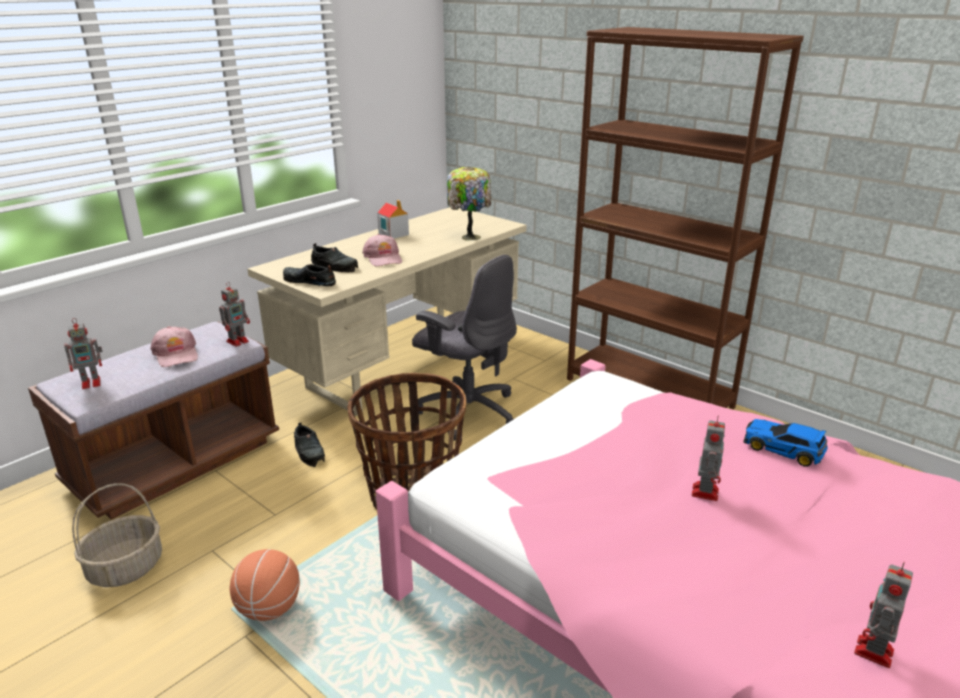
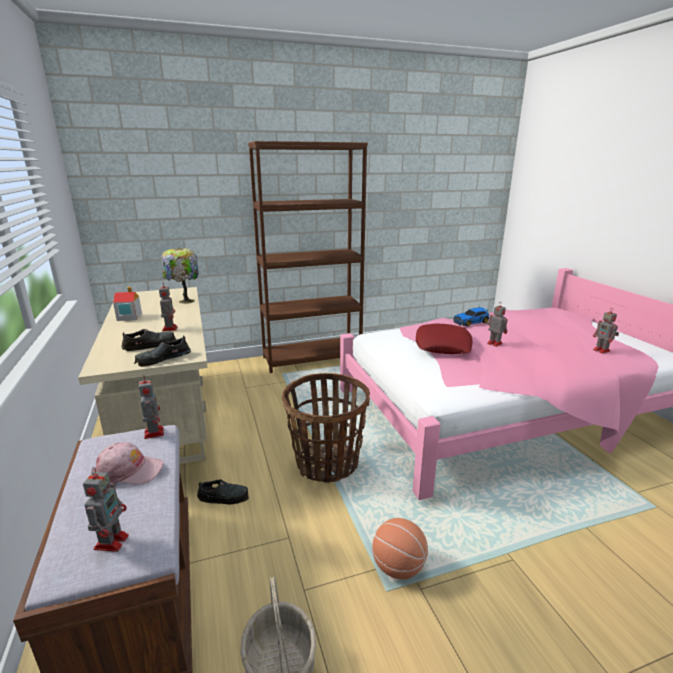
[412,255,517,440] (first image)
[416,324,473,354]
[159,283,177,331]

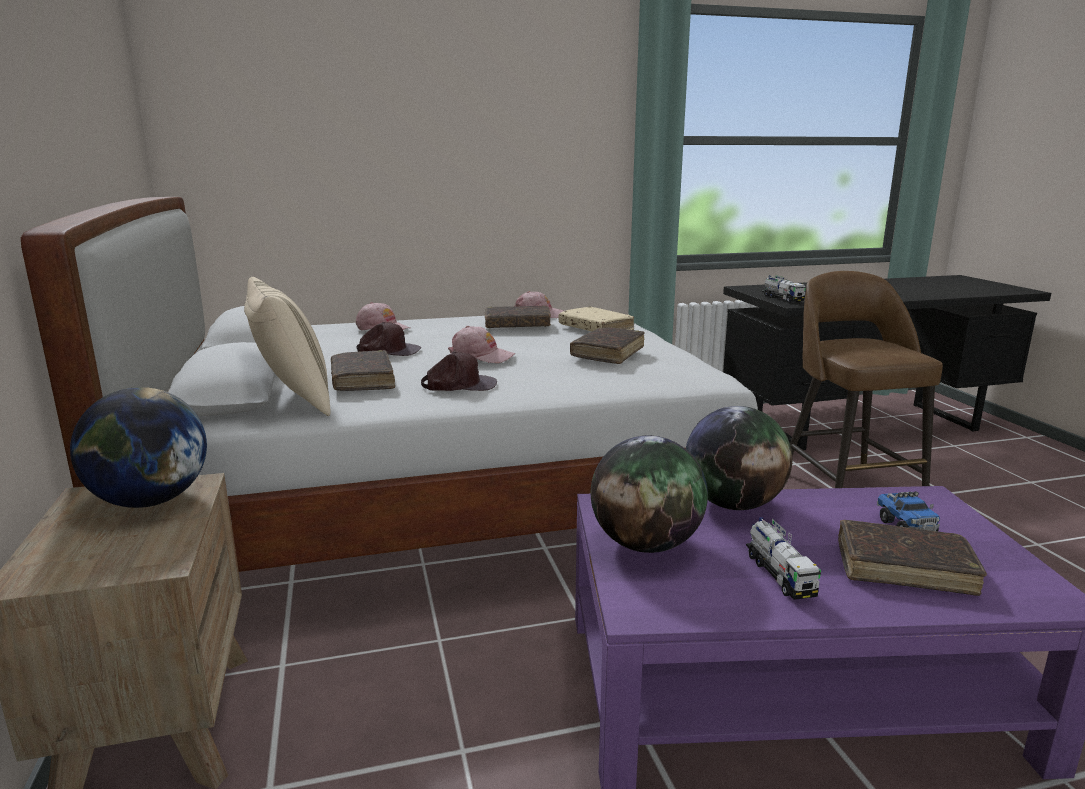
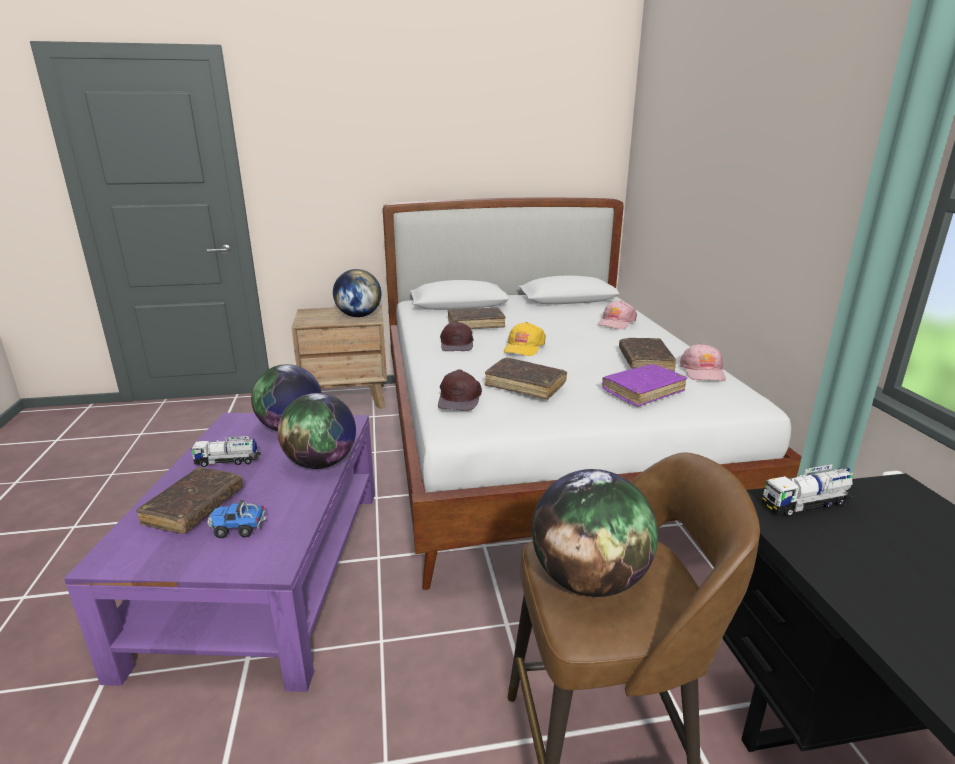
[244,277,331,416] (first image)
[532,469,658,597]
[438,369,482,411]
[504,322,546,356]
[602,364,687,407]

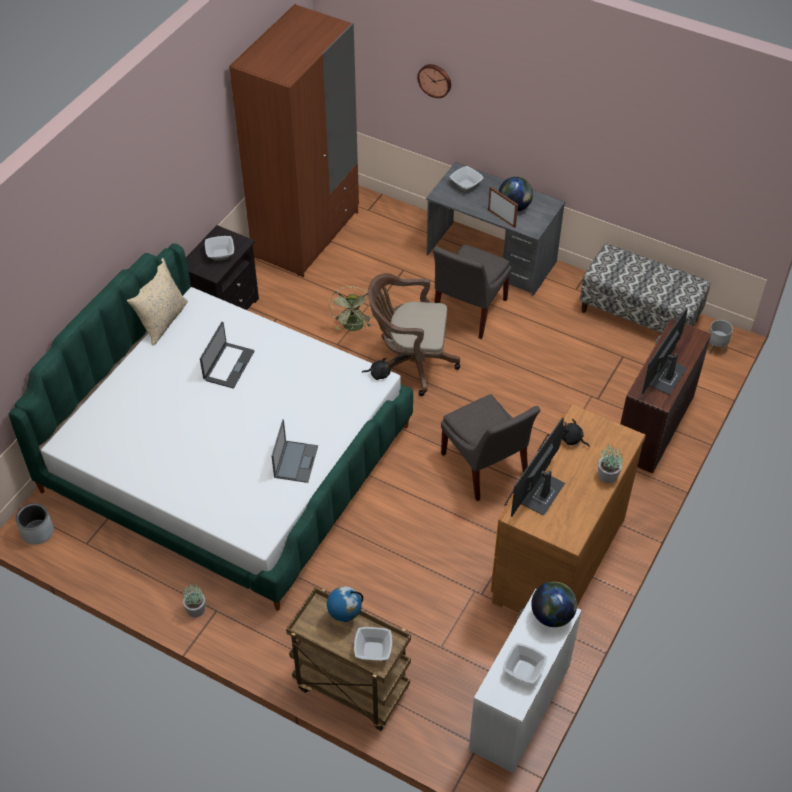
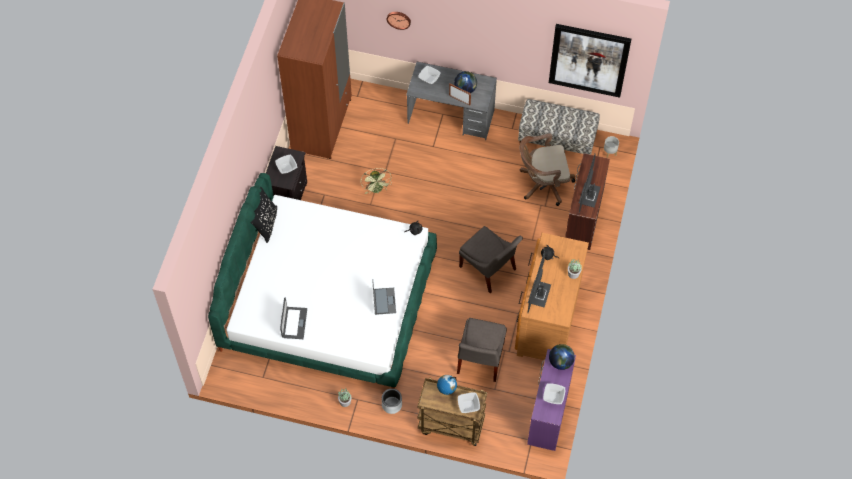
[549,24,631,98]
[382,389,402,414]
[280,298,307,339]
[520,134,575,206]
[457,318,507,382]
[251,187,277,243]
[527,349,576,451]

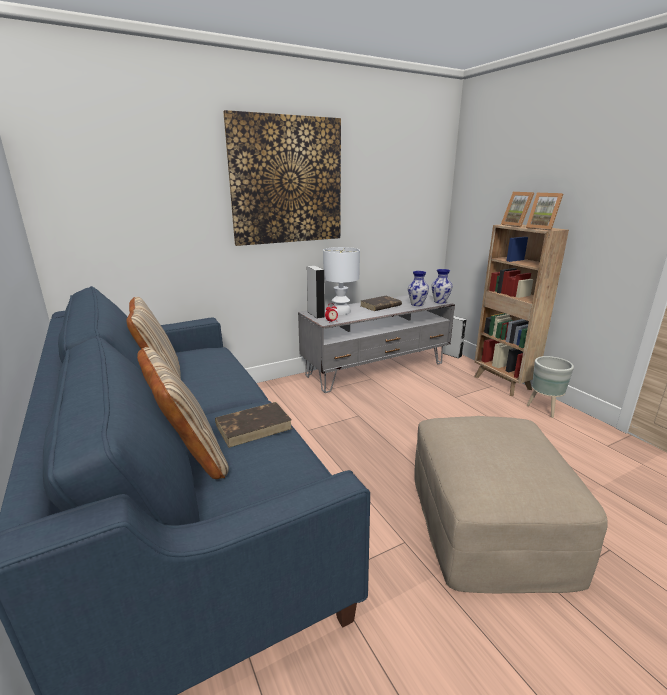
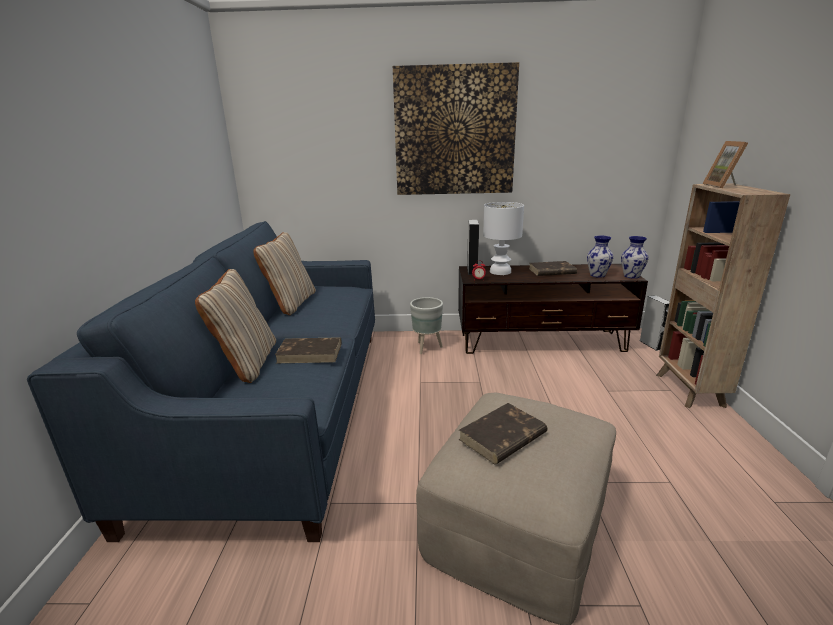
[526,193,563,230] (first image)
[458,403,548,464]
[410,297,443,354]
[458,264,648,354]

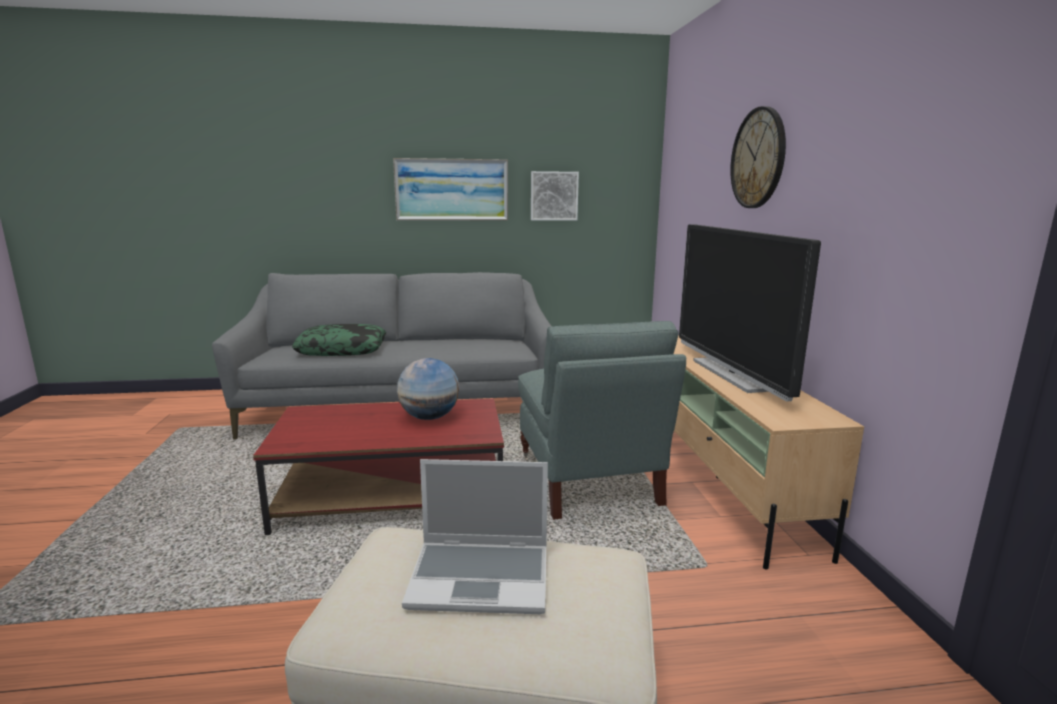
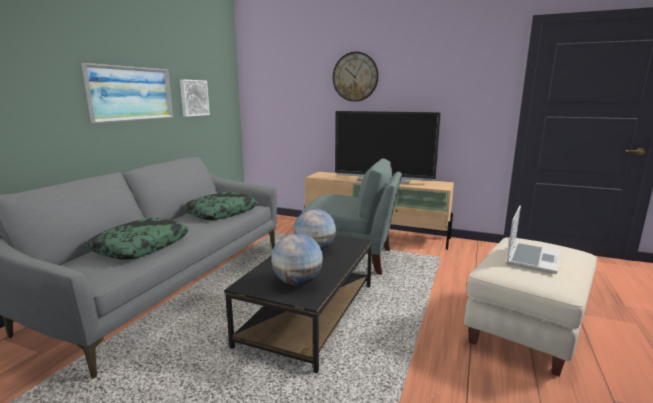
[183,192,258,220]
[271,233,323,285]
[224,235,373,373]

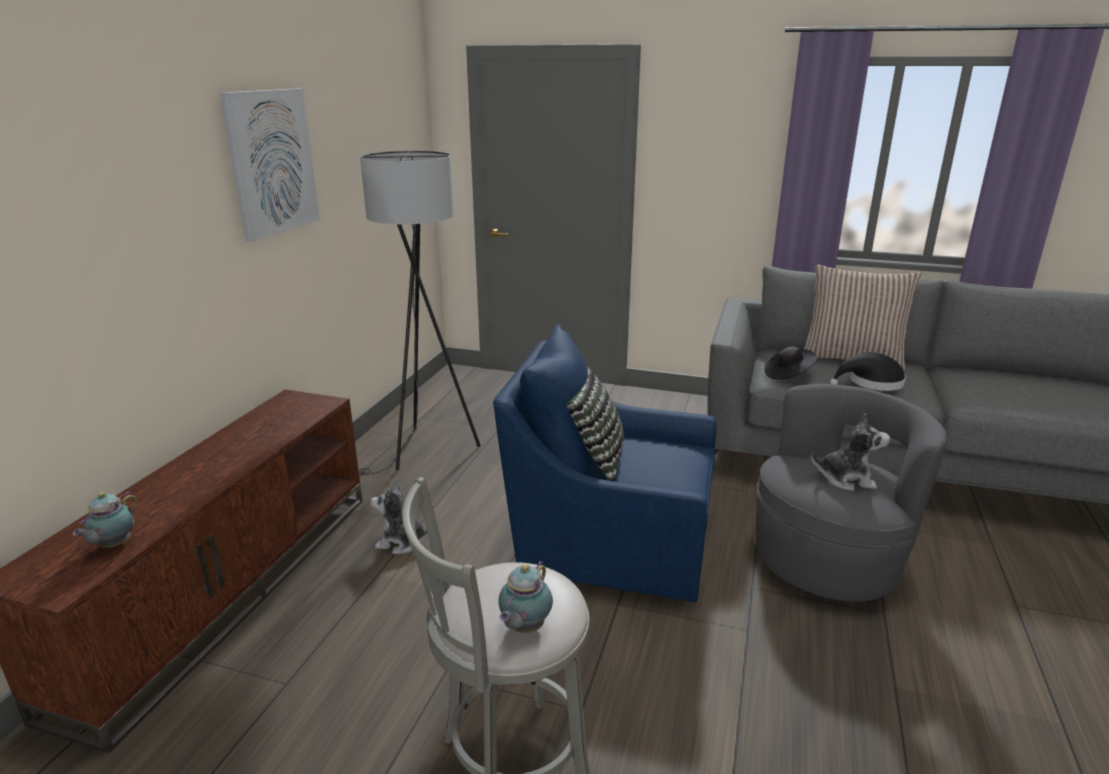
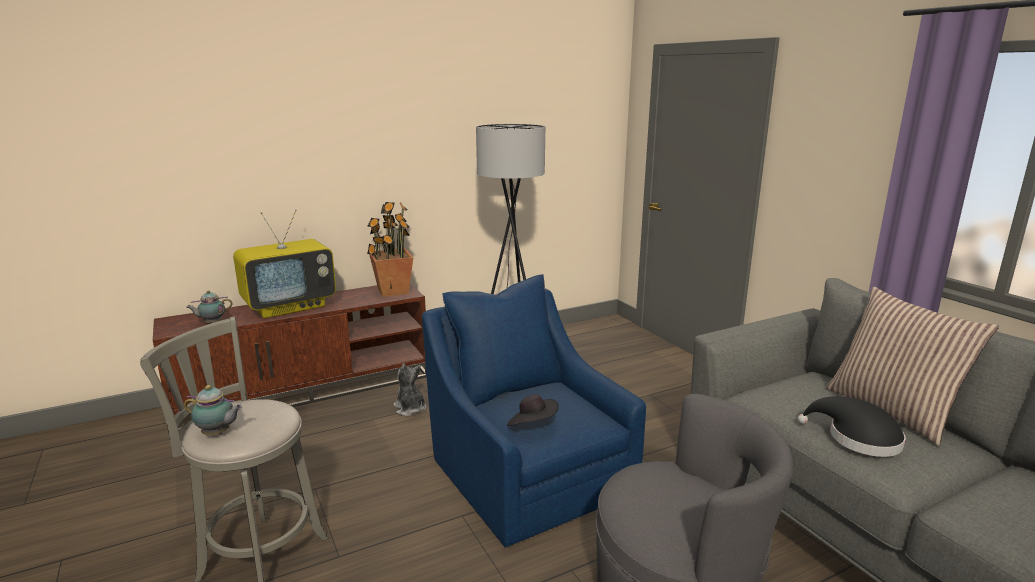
[220,89,320,242] (first image)
[567,368,624,482] (first image)
[811,413,890,491] (first image)
[233,209,336,318]
[367,202,413,297]
[507,395,559,426]
[184,385,242,435]

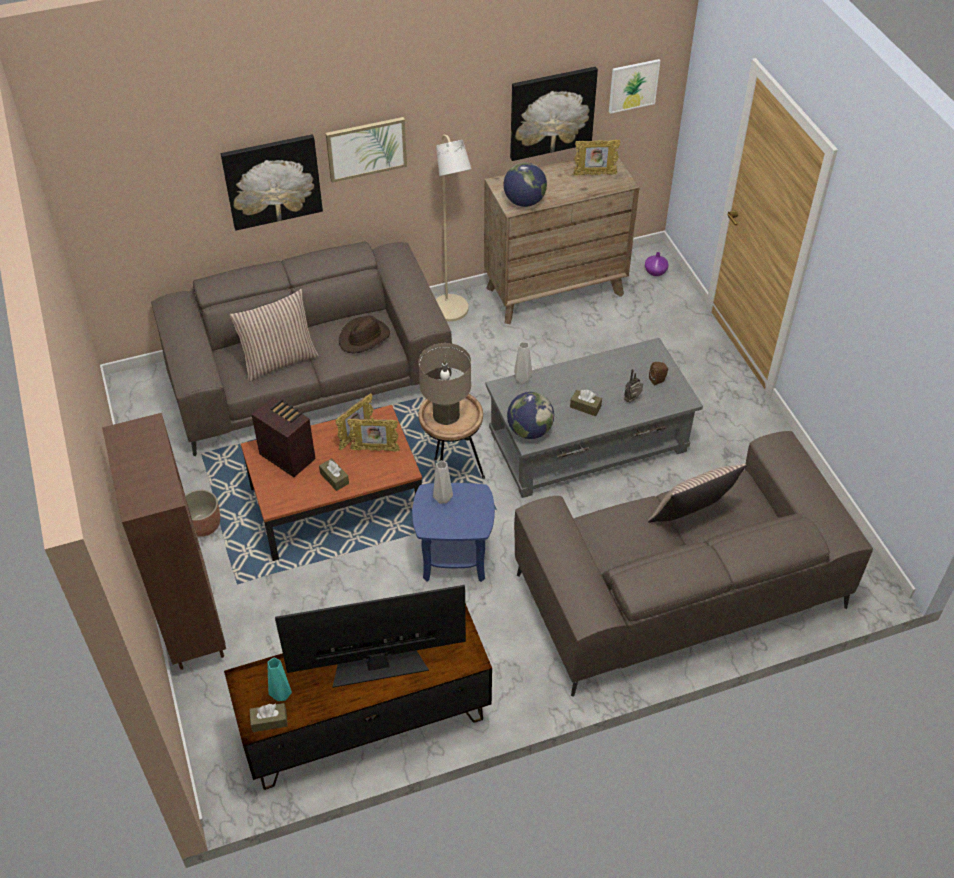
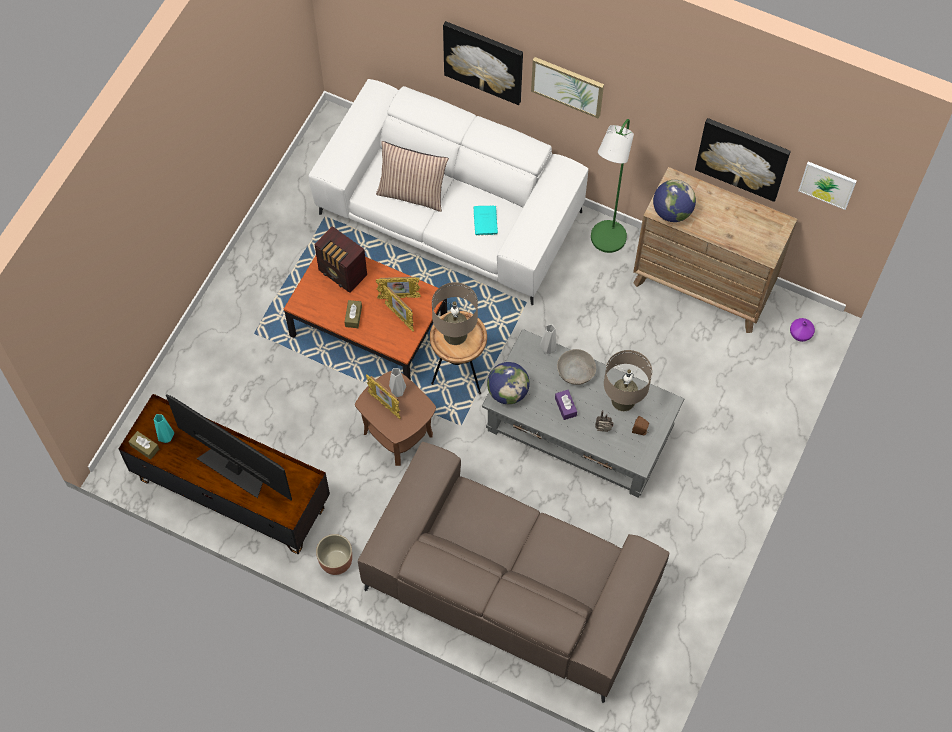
[102,413,226,670] (first image)
[648,464,747,522] (first image)
[557,349,596,385]
[604,350,652,411]
[316,534,352,575]
[366,375,401,419]
[473,205,499,236]
[309,79,588,305]
[355,371,436,466]
[591,119,634,253]
[555,390,577,420]
[314,226,367,293]

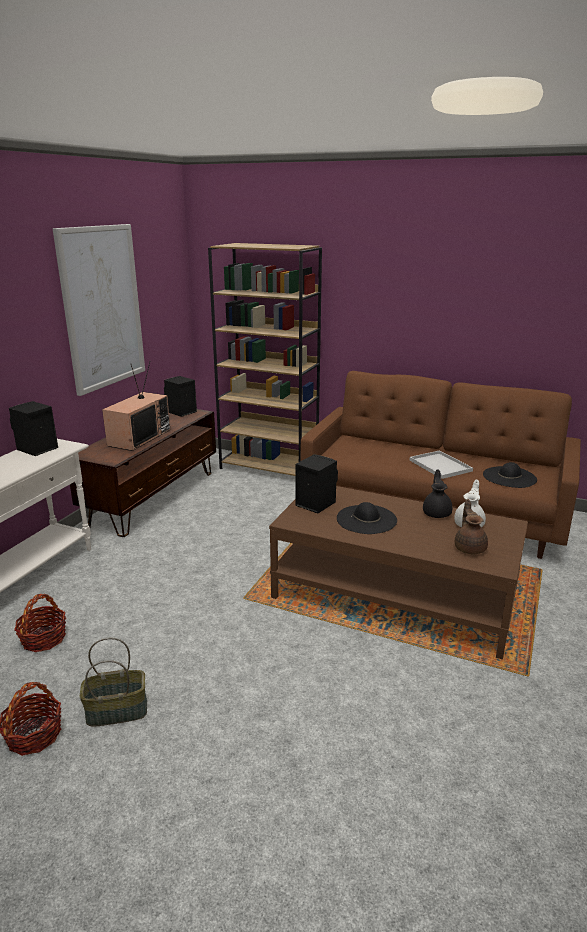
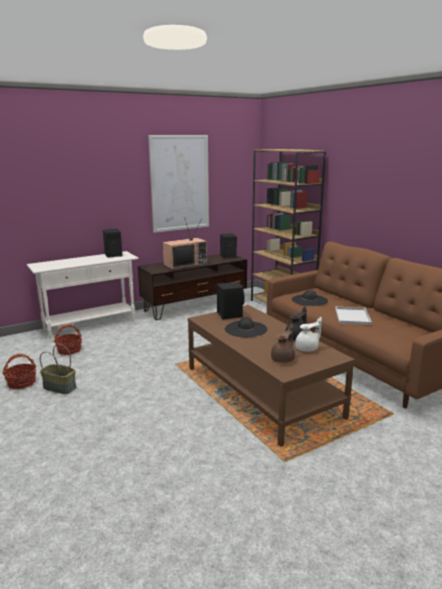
[292,290,328,306]

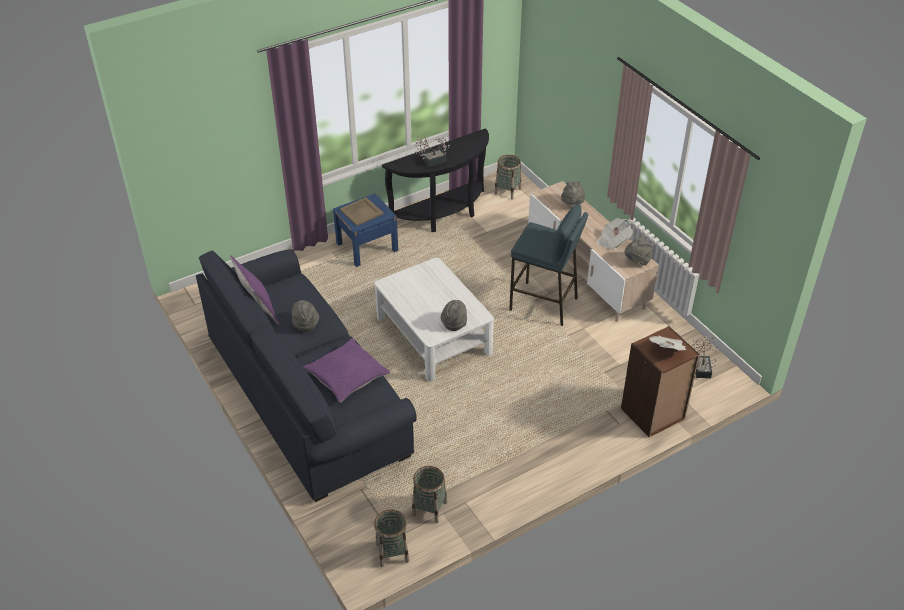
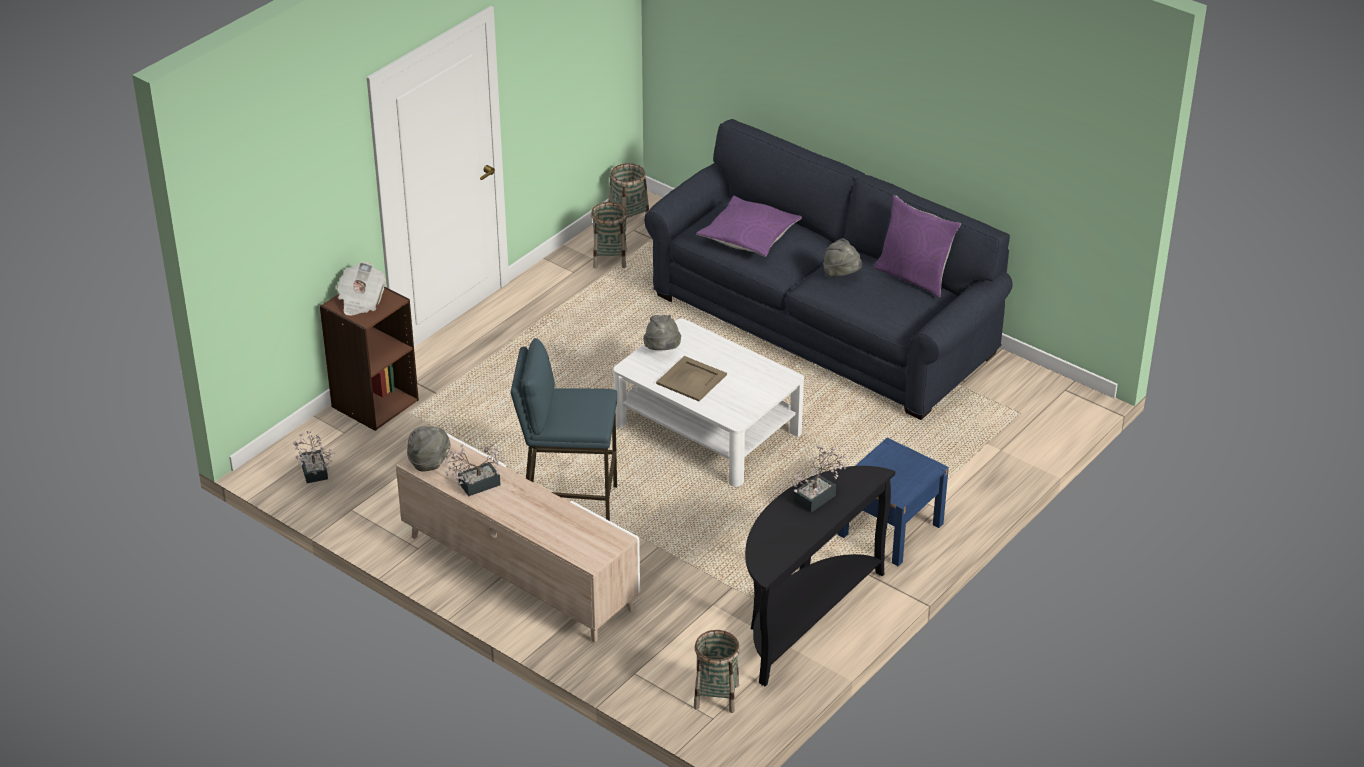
[561,181,585,204] (first image)
[656,356,727,401]
[445,444,505,496]

